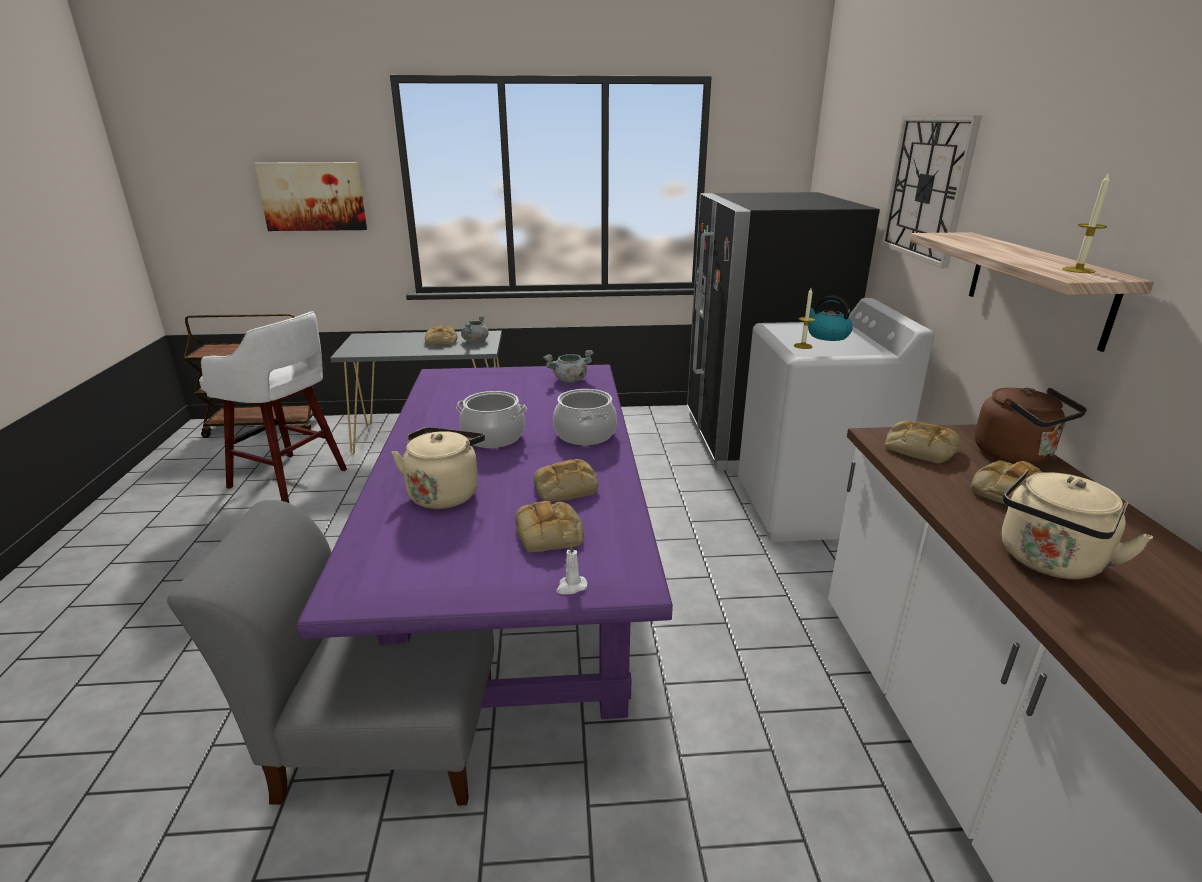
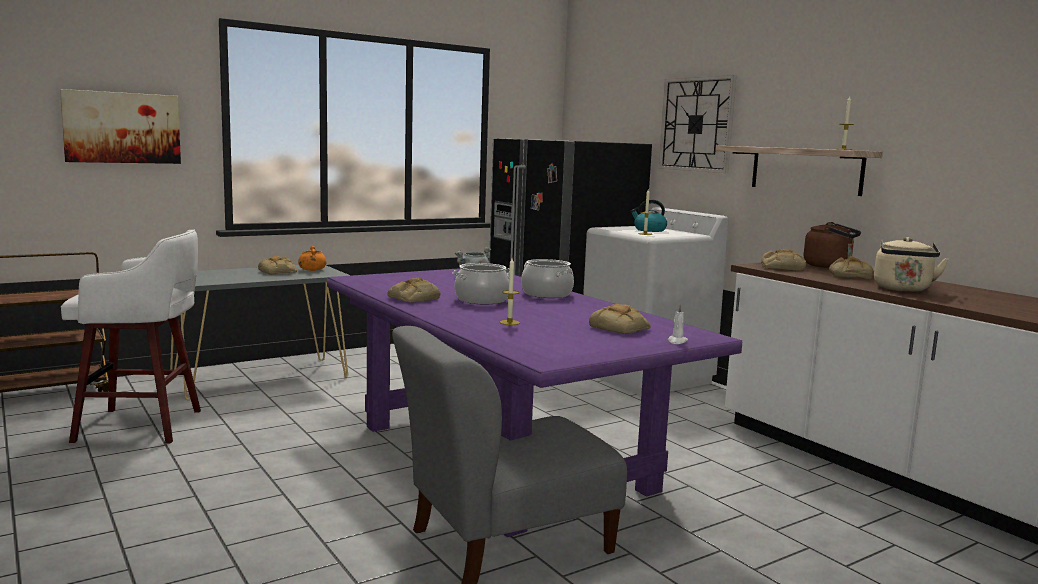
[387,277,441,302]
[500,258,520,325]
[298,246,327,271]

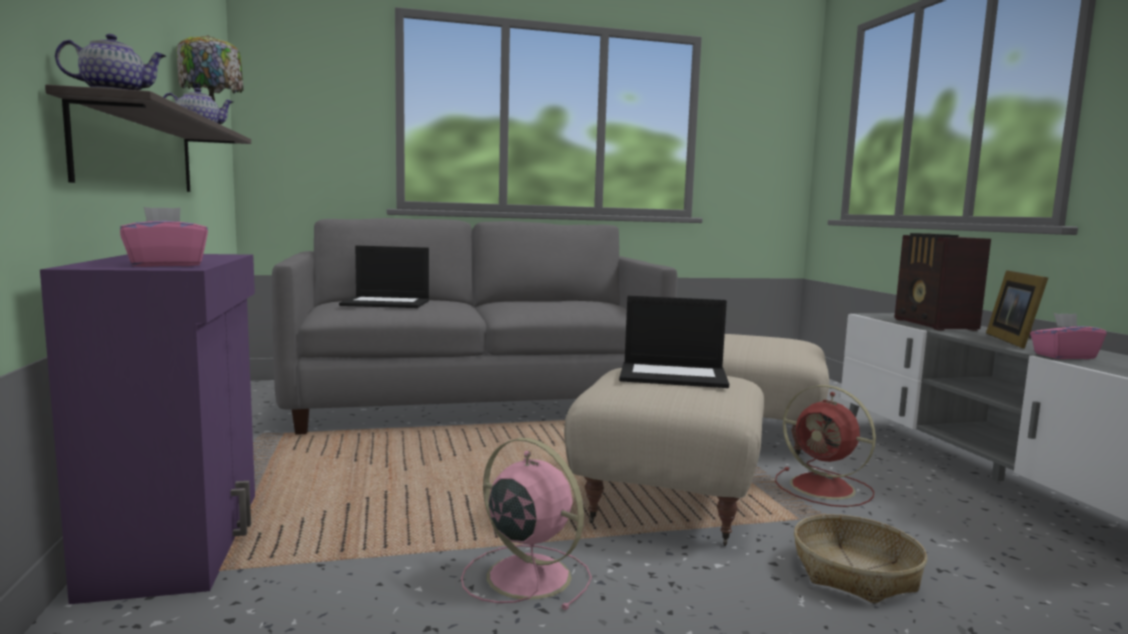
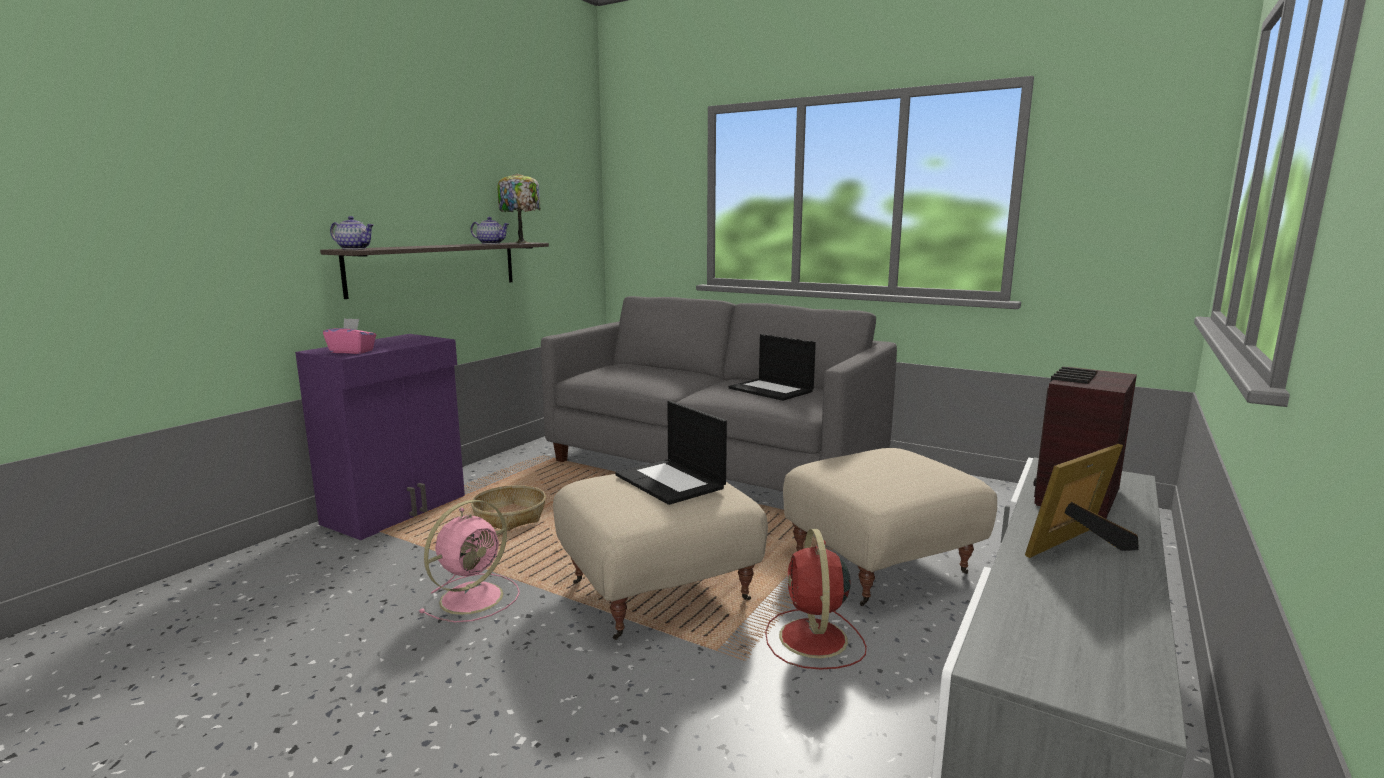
[1030,313,1107,359] (first image)
[728,334,816,401]
[471,485,546,530]
[419,500,520,622]

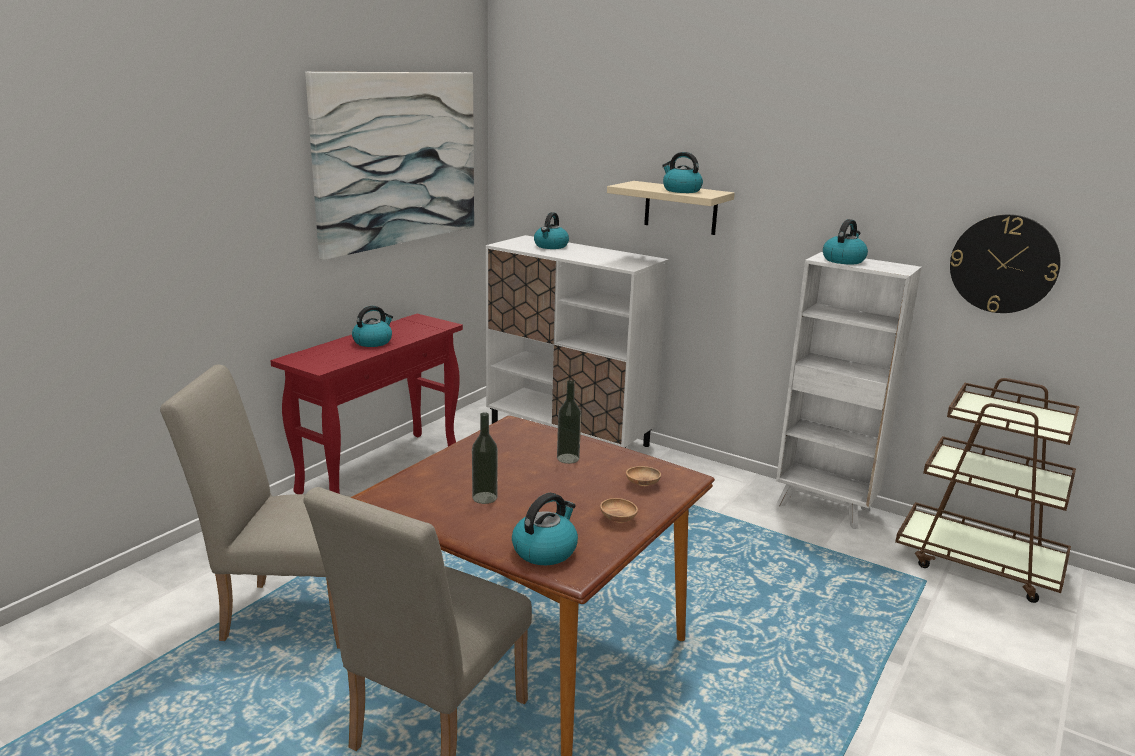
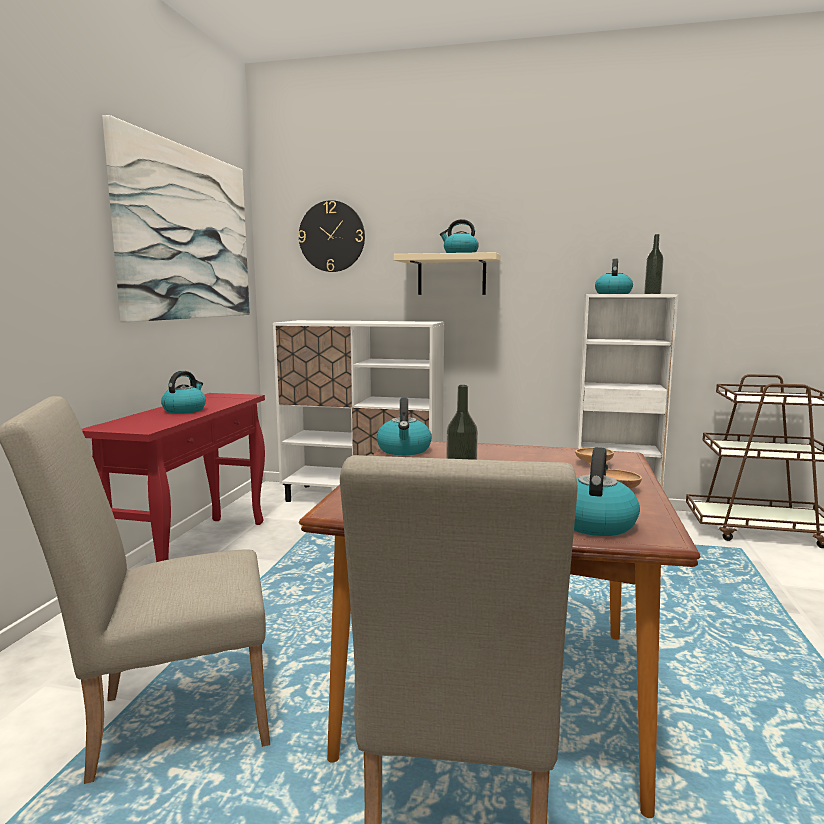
[376,398,432,455]
[644,234,664,294]
[298,200,365,272]

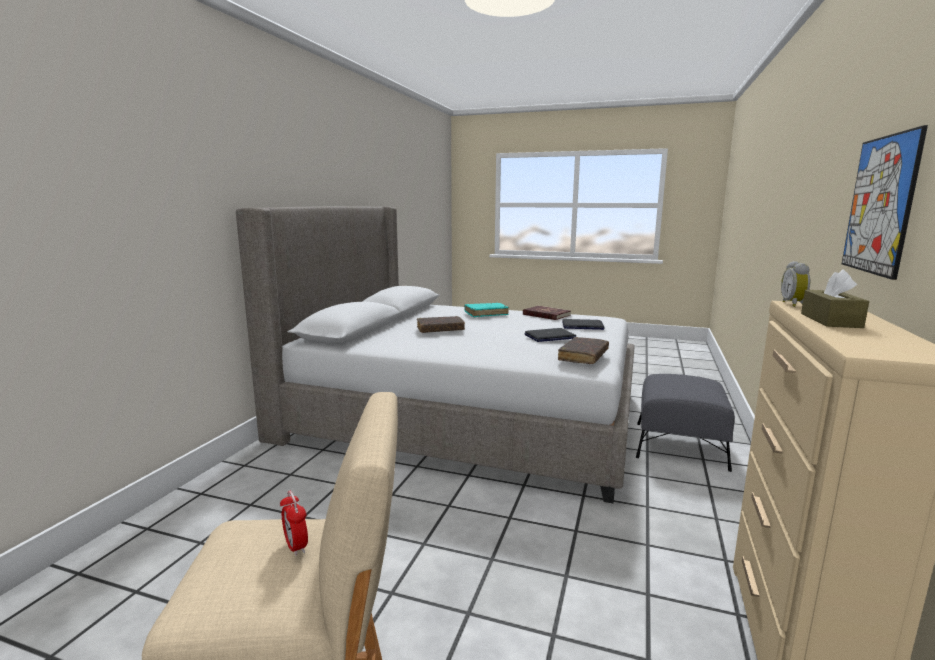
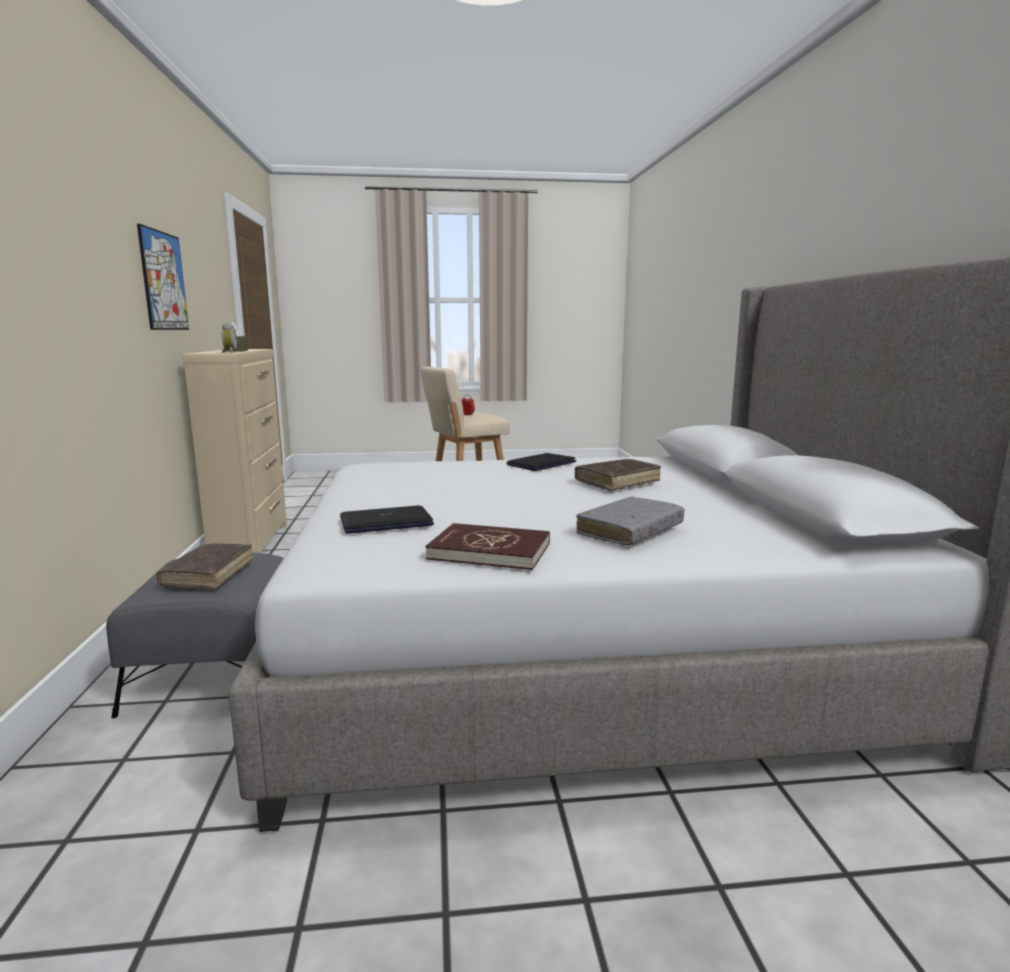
[506,453,576,471]
[156,543,253,589]
[576,496,685,545]

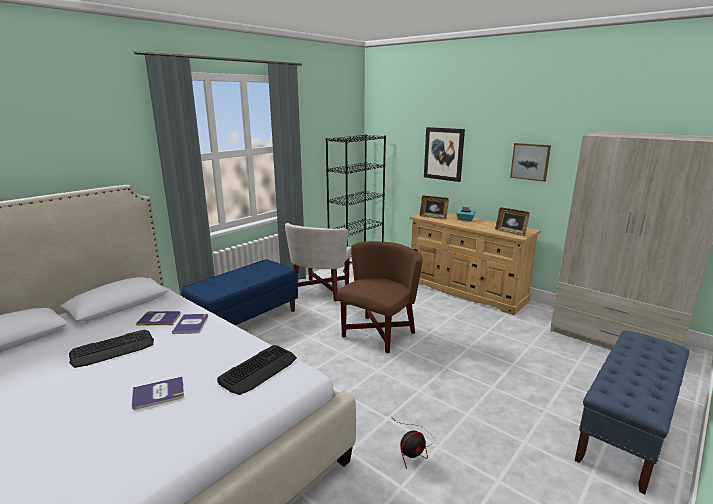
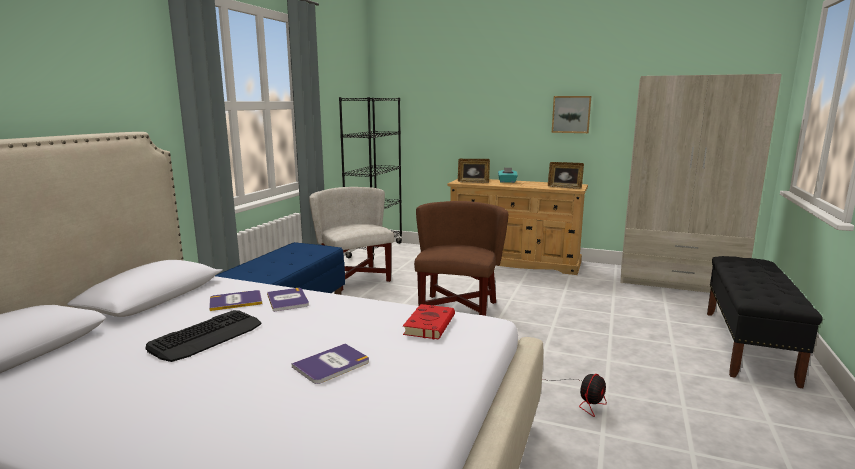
[424,127,465,182] (first image)
[403,304,455,340]
[707,256,823,388]
[309,187,394,291]

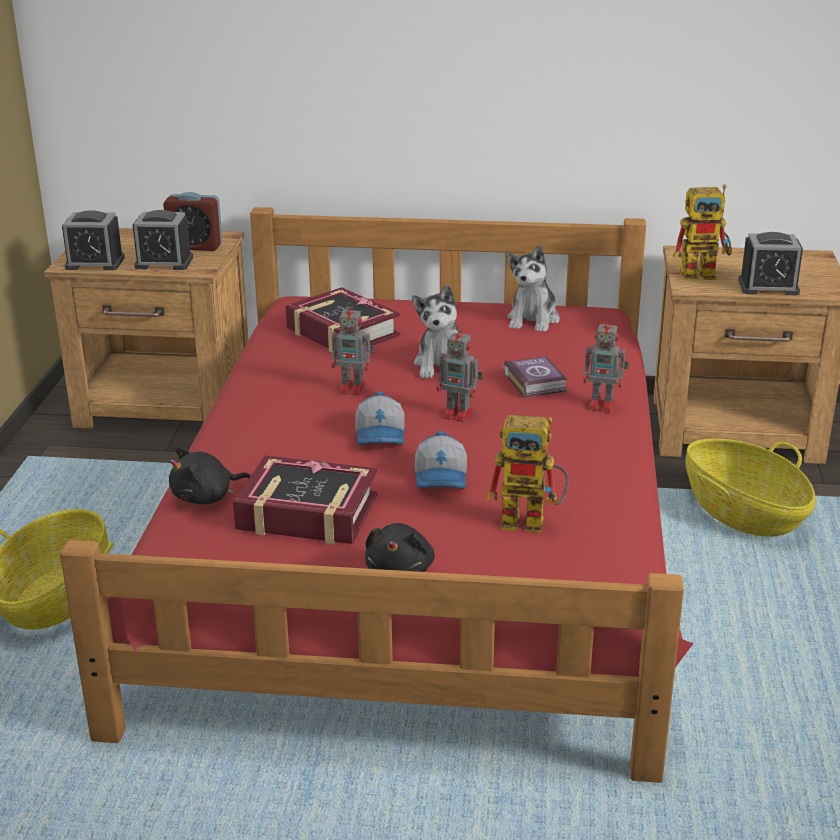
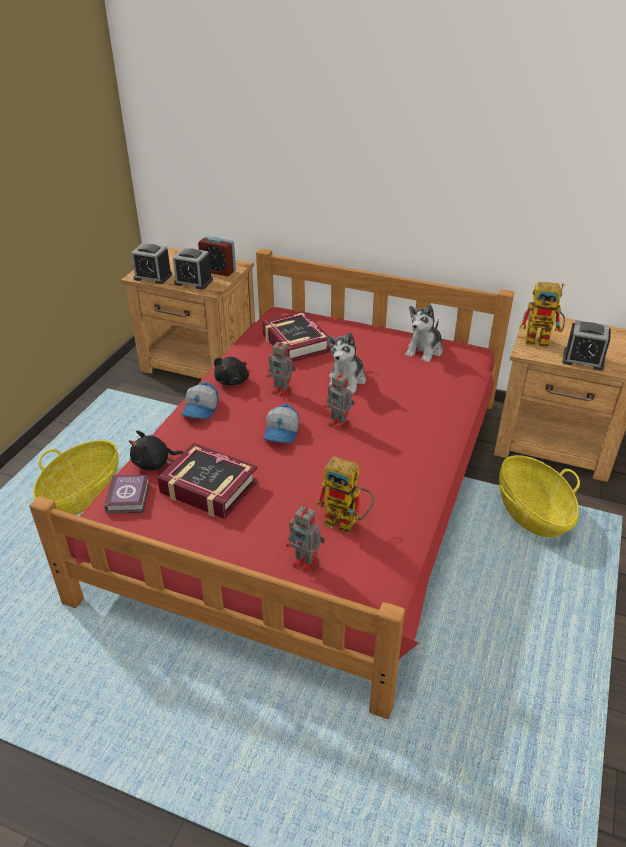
[214,357,249,385]
[181,382,218,419]
[104,475,150,514]
[286,504,325,573]

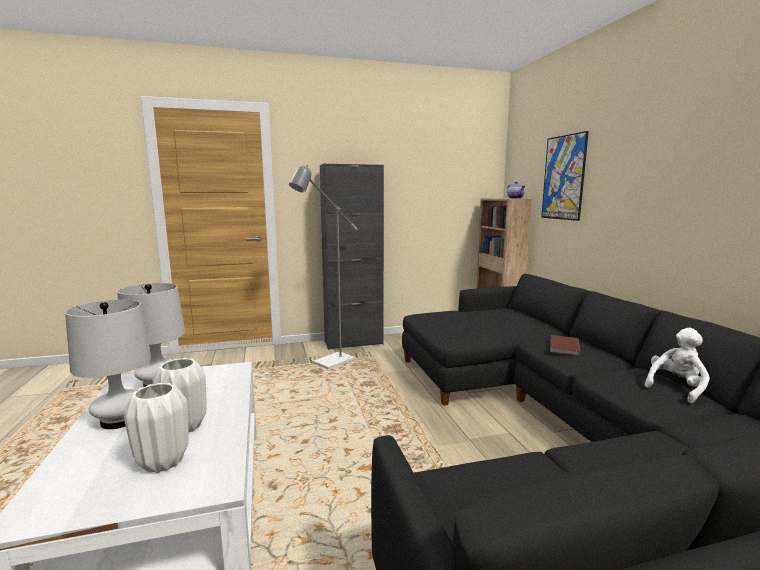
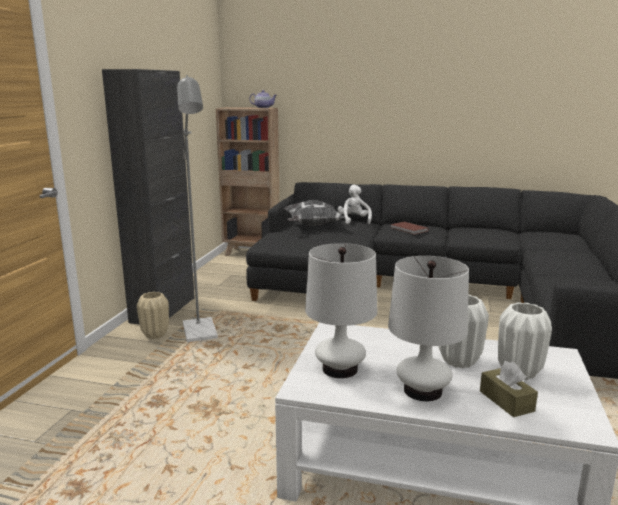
[541,131,589,221] (first image)
[137,292,169,339]
[283,200,345,226]
[480,361,538,417]
[338,185,372,224]

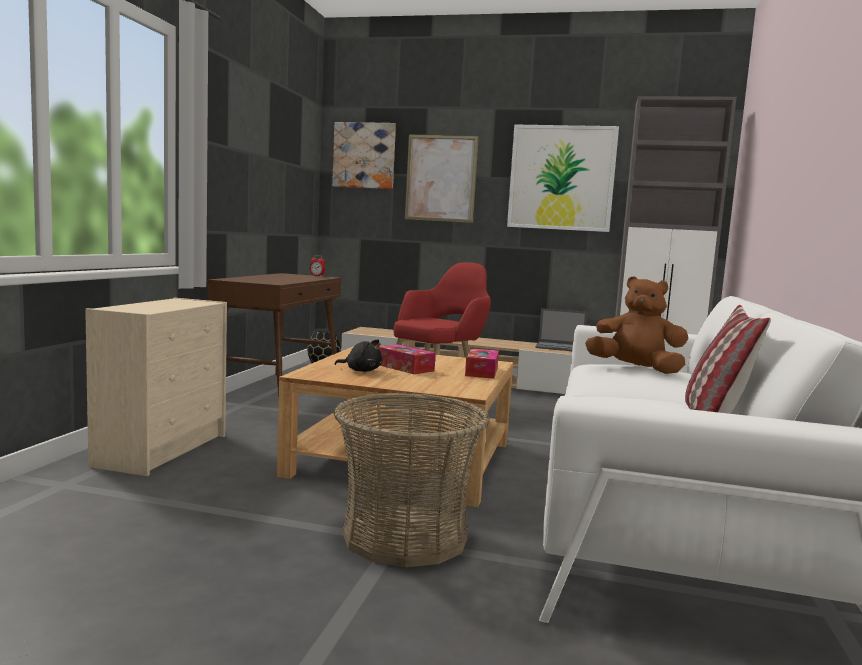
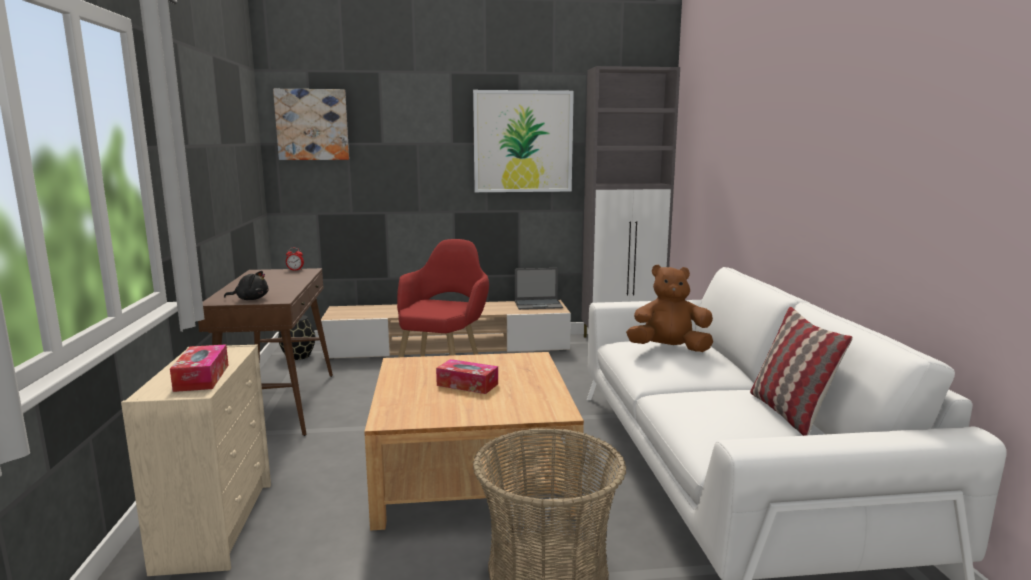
[405,134,479,223] (first image)
[224,271,269,300]
[170,344,228,392]

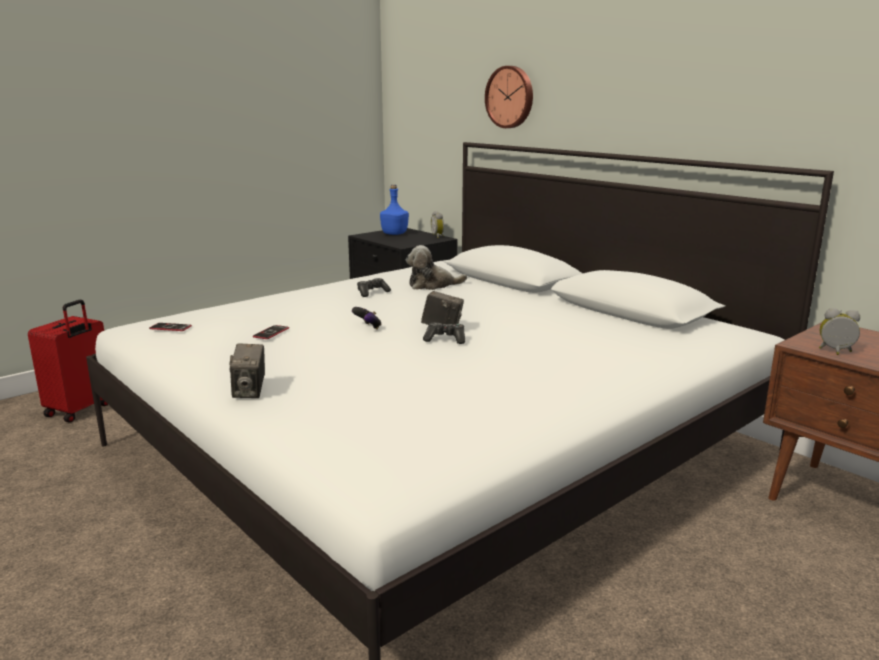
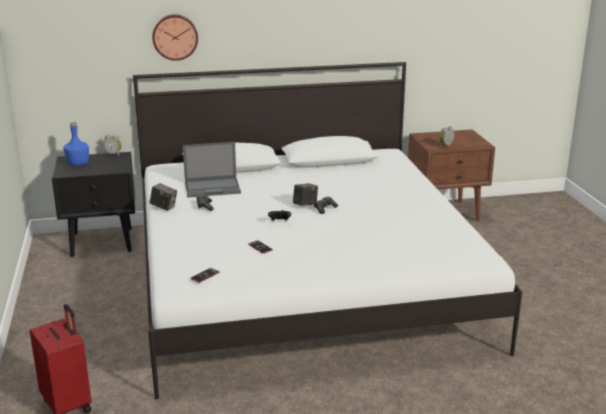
[150,183,177,211]
[183,142,241,197]

